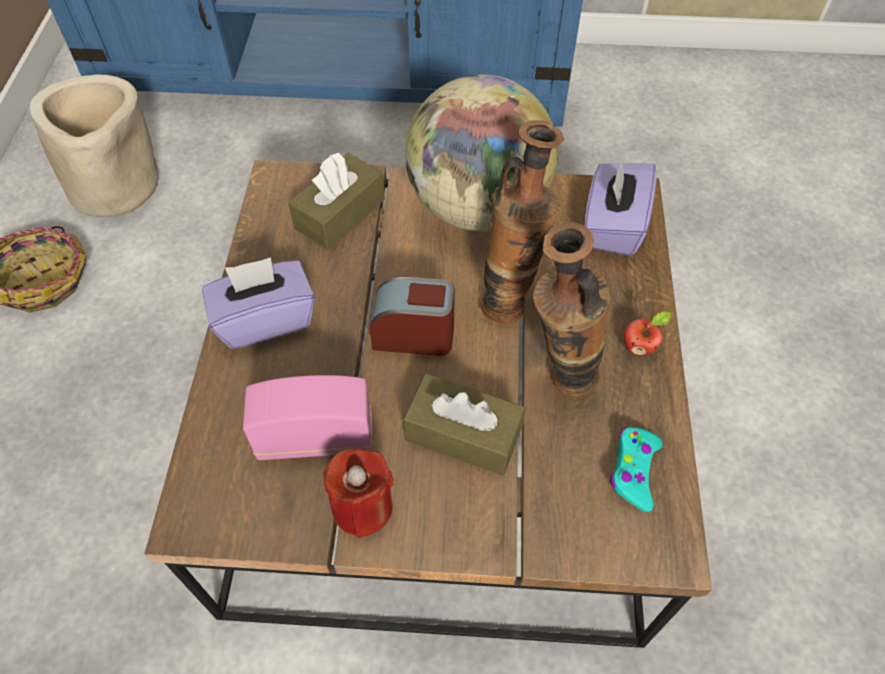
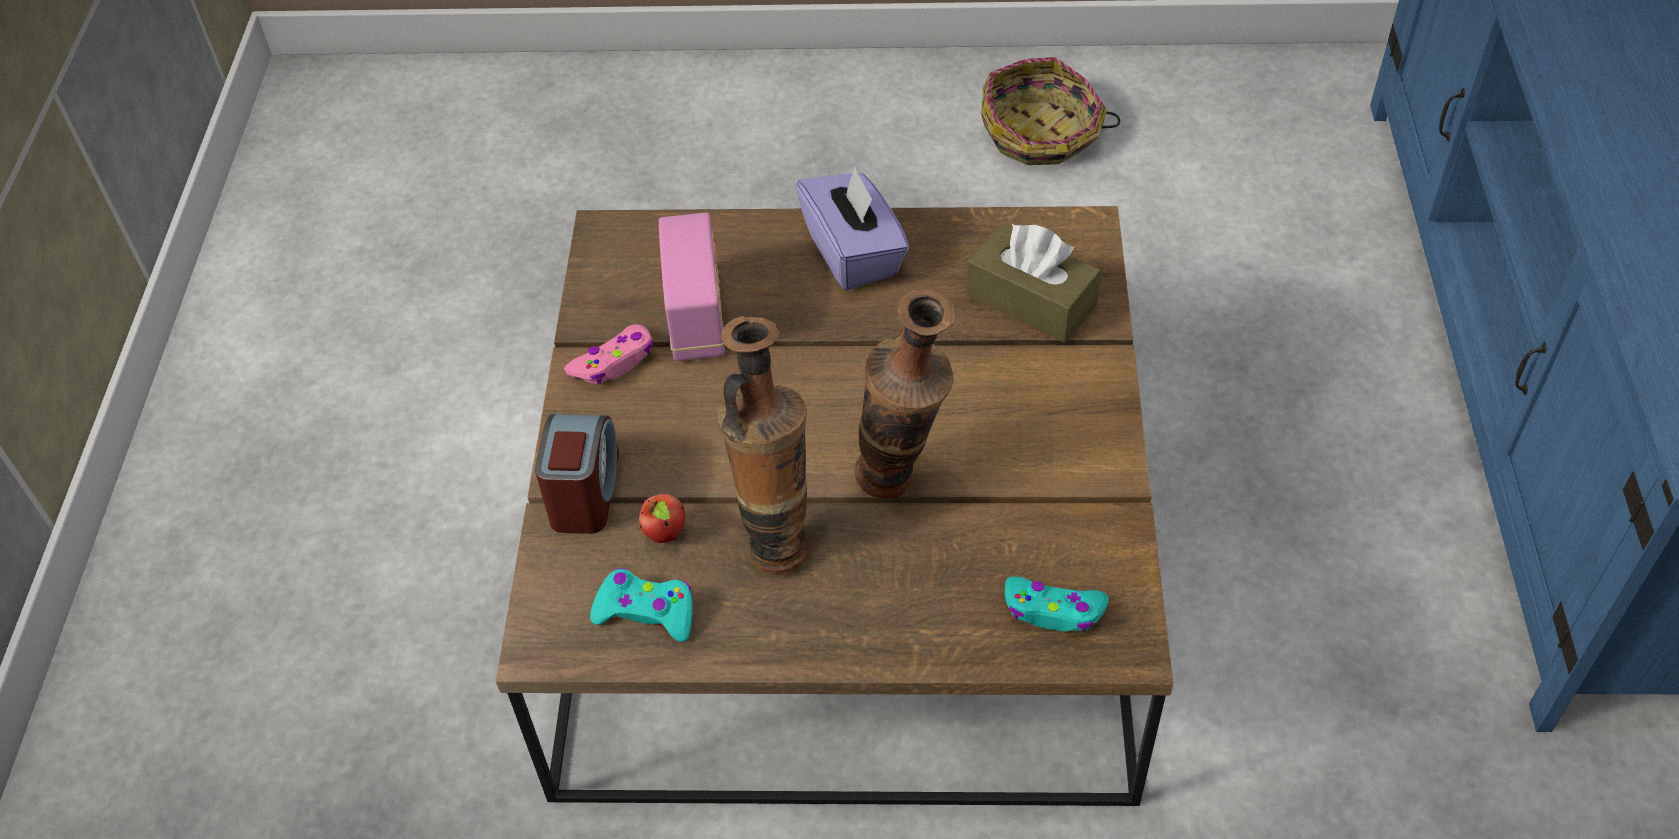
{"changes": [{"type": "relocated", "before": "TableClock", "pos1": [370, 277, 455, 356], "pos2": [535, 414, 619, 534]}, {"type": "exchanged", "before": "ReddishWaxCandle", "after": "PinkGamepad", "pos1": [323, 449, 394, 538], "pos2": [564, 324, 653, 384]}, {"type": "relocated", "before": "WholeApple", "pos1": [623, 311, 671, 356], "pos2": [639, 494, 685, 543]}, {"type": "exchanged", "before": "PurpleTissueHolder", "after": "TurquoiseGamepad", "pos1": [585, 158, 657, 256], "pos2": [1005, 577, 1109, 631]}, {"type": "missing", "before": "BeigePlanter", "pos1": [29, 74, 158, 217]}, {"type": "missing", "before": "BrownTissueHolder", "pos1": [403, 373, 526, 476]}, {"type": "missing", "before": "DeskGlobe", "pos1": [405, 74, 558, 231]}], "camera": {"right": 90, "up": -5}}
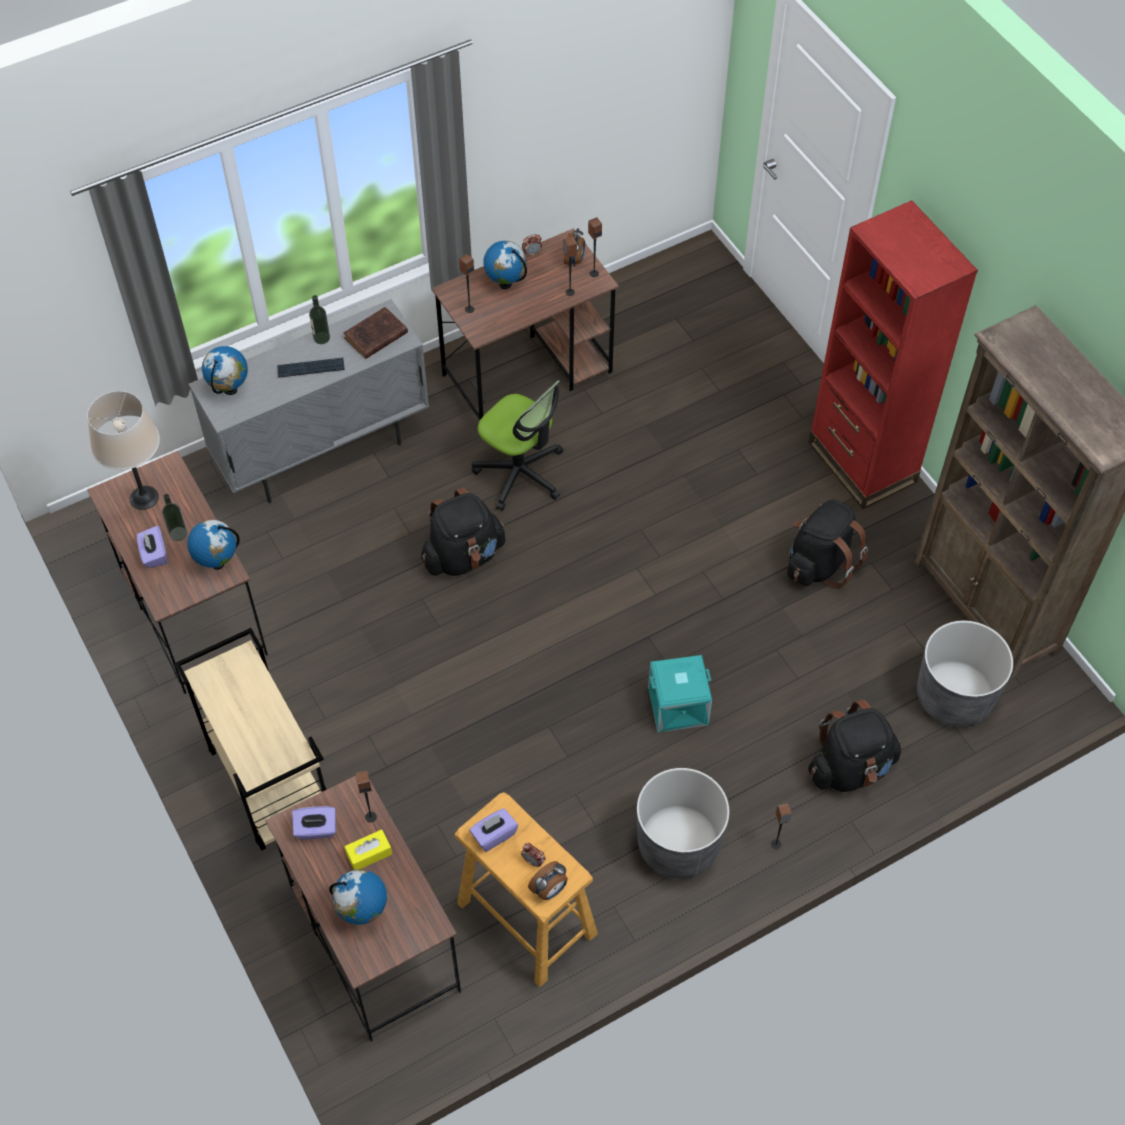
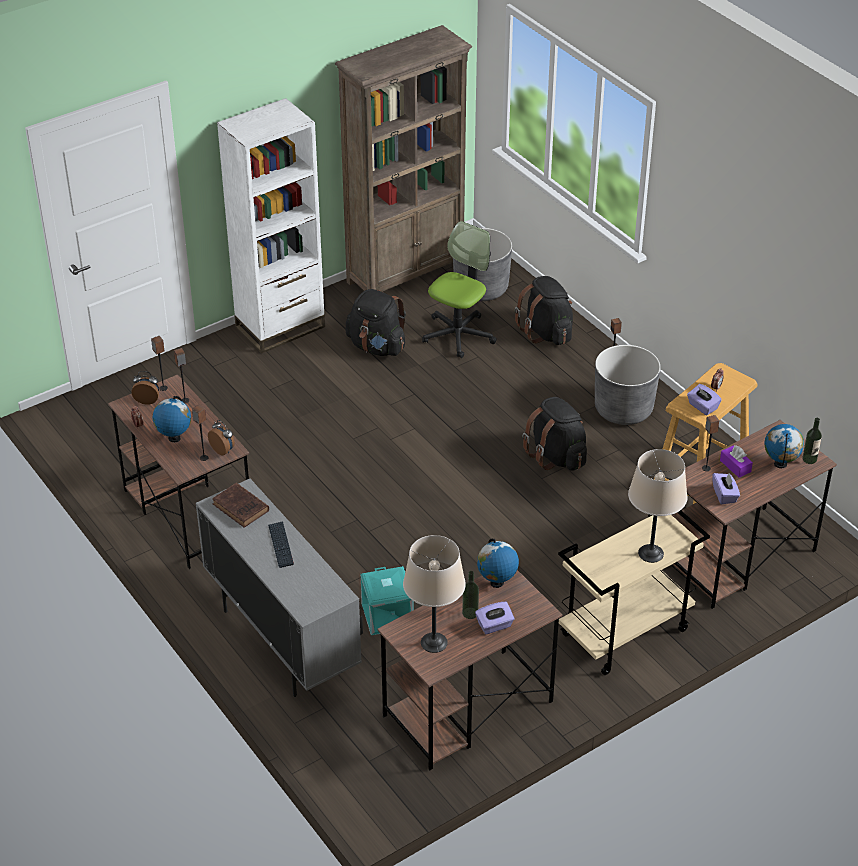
{"changes": [{"type": "relocated", "before": "TableClock", "pos1": [528, 861, 568, 900], "pos2": [208, 420, 235, 455]}, {"type": "colour", "before": "ReddishShelvingUnit", "after": "WhiteColouredShelvingUnit", "pos1": [808, 200, 978, 509], "pos2": [217, 98, 325, 353]}, {"type": "relocated", "before": "TurquoiseStorageContainer", "pos1": [648, 655, 712, 732], "pos2": [361, 566, 414, 635]}, {"type": "relocated", "before": "OfficeChair", "pos1": [472, 380, 563, 511], "pos2": [422, 221, 497, 358]}, {"type": "relocated", "before": "BlackRucksack", "pos1": [421, 488, 506, 576], "pos2": [522, 397, 587, 471]}, {"type": "appeared", "after": "BeigeLampForATable", "pos2": [628, 449, 688, 563]}, {"type": "colour", "before": "YellowishTissueHolder", "after": "PurpleTissueHolder", "pos1": [344, 829, 392, 870], "pos2": [720, 445, 753, 478]}, {"type": "relocated", "before": "DrinkBottle", "pos1": [309, 295, 330, 344], "pos2": [802, 418, 822, 464]}, {"type": "missing", "before": "DeskGlobe", "pos1": [202, 346, 248, 395]}], "camera": {"right": -95, "up": -15}}
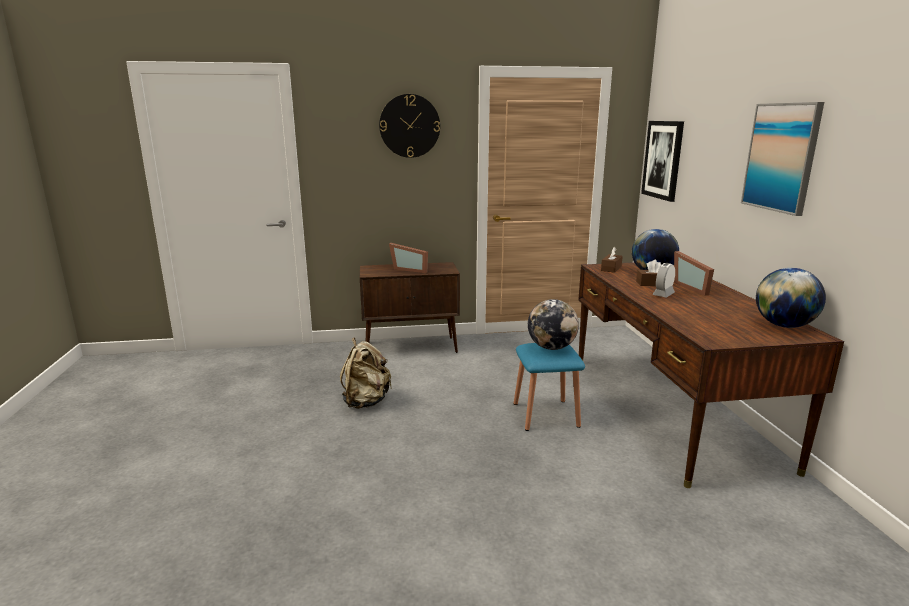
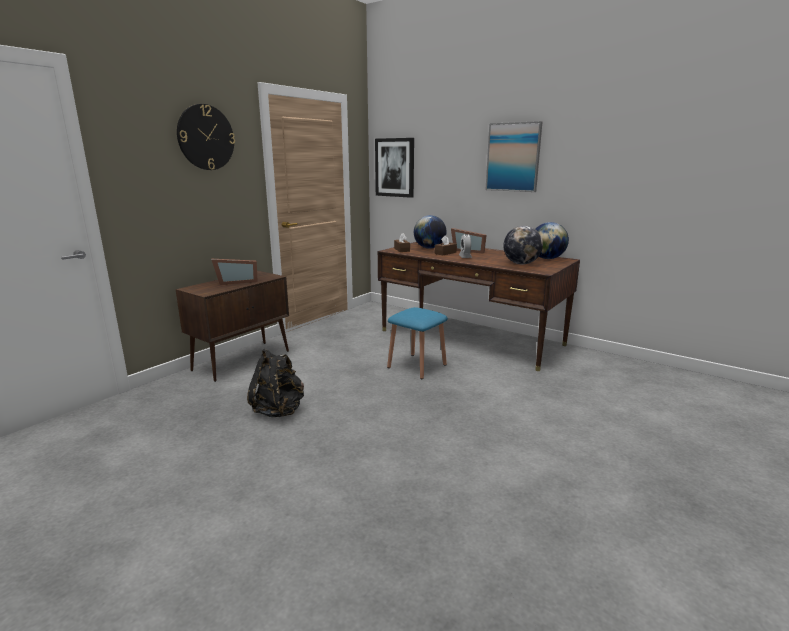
{"changes": [{"type": "colour", "before": "BeigeRucksack", "after": "BlackRucksack", "pos1": [340, 338, 392, 409], "pos2": [247, 349, 304, 417]}, {"type": "relocated", "before": "DeskGlobe", "pos1": [528, 299, 579, 350], "pos2": [503, 226, 543, 264]}], "camera": {"right": -45, "up": 0}}
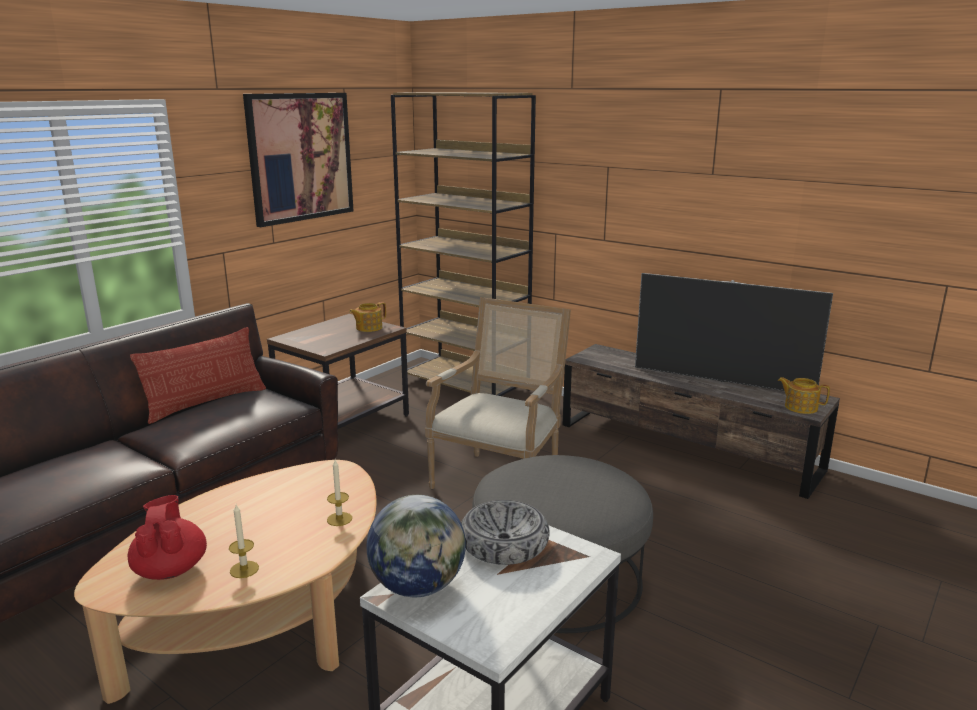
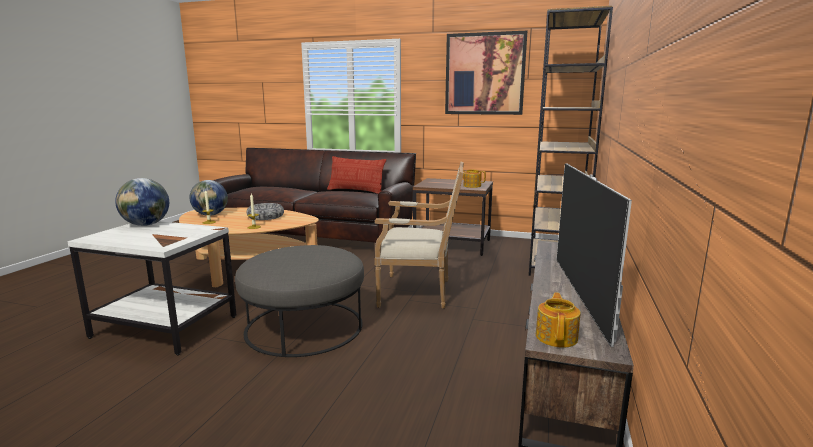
{"changes": [{"type": "exchanged", "before": "ReddishTeaPot", "after": "DeskGlobe", "pos1": [128, 495, 207, 580], "pos2": [190, 180, 228, 216]}, {"type": "relocated", "before": "ServingBowl", "pos1": [461, 500, 550, 565], "pos2": [247, 203, 284, 220]}], "camera": {"right": 70, "up": -5}}
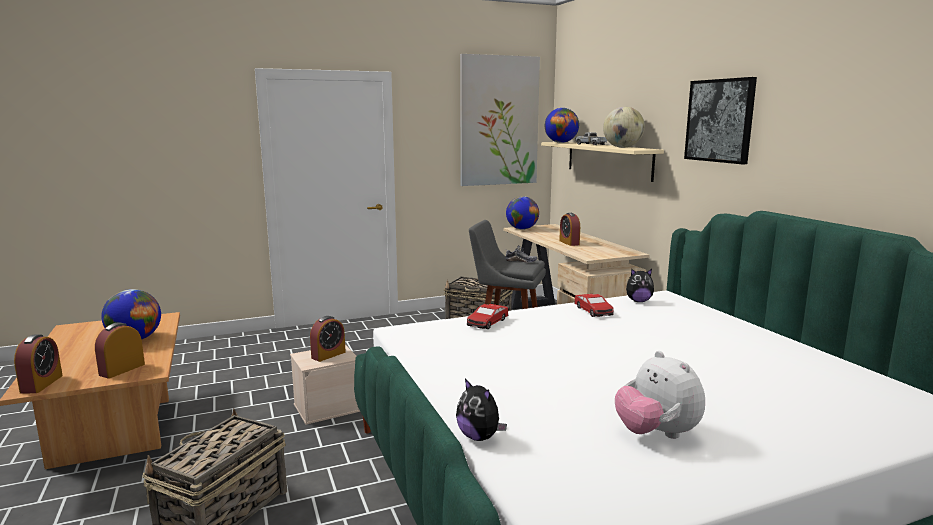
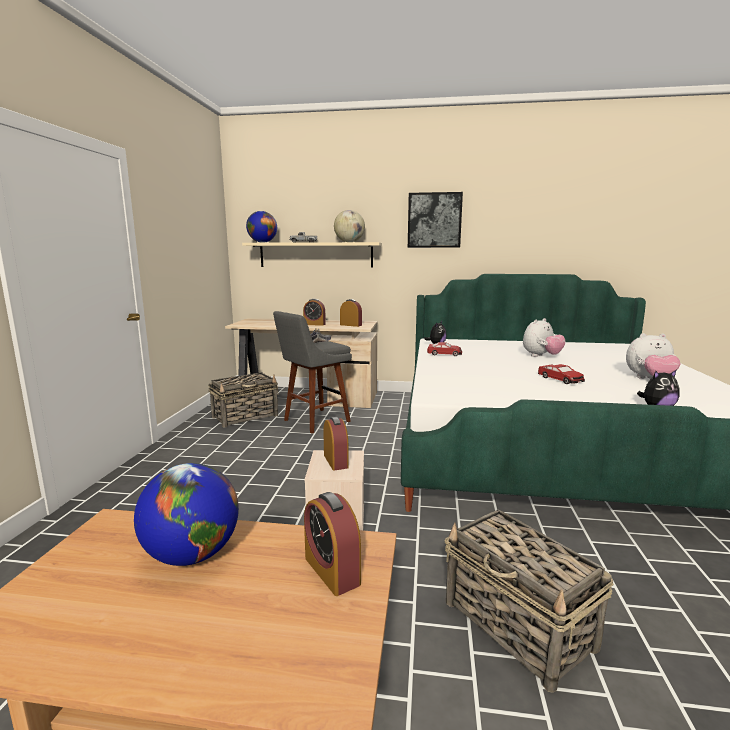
{"changes": [{"type": "relocated", "before": "TableClock", "pos1": [14, 335, 63, 394], "pos2": [340, 299, 362, 327]}, {"type": "appeared", "after": "PlushToy", "pos2": [523, 318, 566, 357]}, {"type": "relocated", "before": "MiniatureCar", "pos1": [467, 304, 508, 329], "pos2": [538, 364, 585, 384]}, {"type": "missing", "before": "WallArt", "pos1": [460, 54, 540, 186]}, {"type": "missing", "before": "DeskGlobe", "pos1": [506, 196, 539, 230]}], "camera": {"right": -60, "up": 0}}
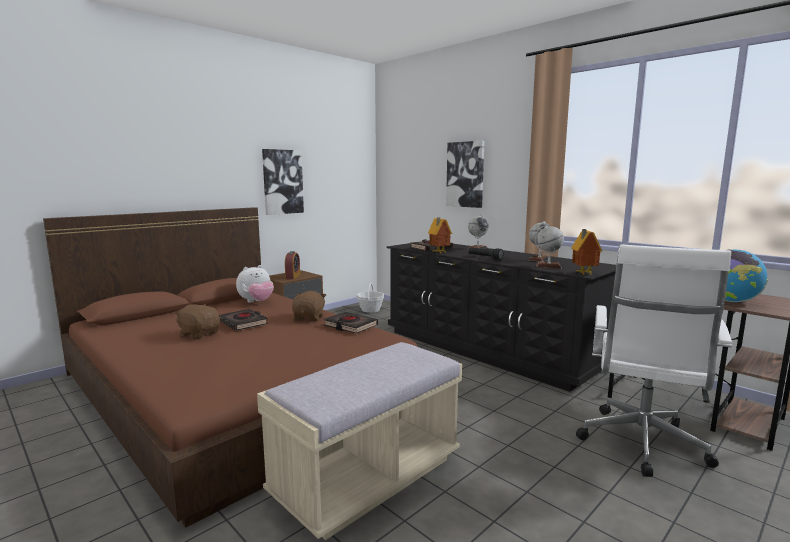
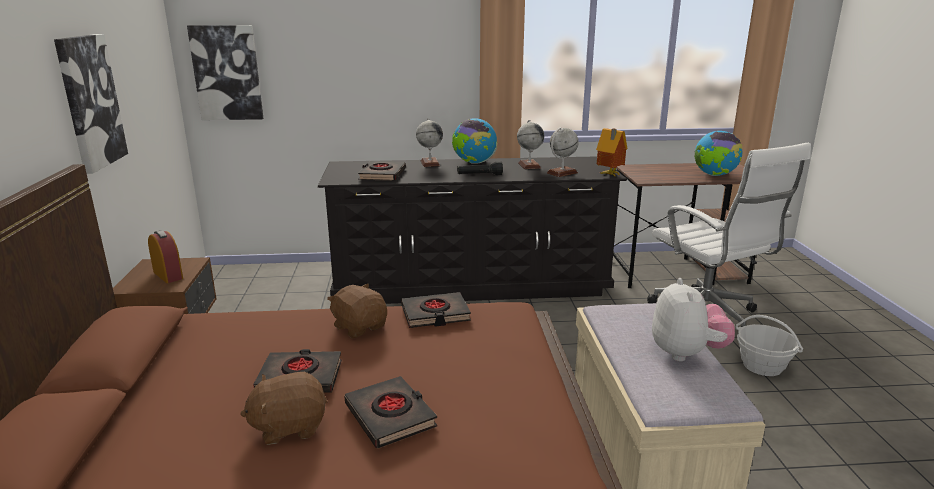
{"changes": [{"type": "relocated", "before": "WallArt", "pos1": [446, 141, 485, 208], "pos2": [187, 25, 263, 120]}, {"type": "appeared", "after": "BlackVolume", "pos2": [344, 376, 437, 449]}, {"type": "appeared", "after": "DeskGlobe", "pos2": [452, 118, 497, 164]}, {"type": "relocated", "before": "PlushToy", "pos1": [236, 265, 274, 303], "pos2": [652, 278, 735, 362]}, {"type": "relocated", "before": "HouseholdBasket", "pos1": [357, 283, 384, 313], "pos2": [736, 315, 803, 376]}, {"type": "missing", "before": "ModelHouse", "pos1": [428, 217, 452, 253]}], "camera": {"right": -50, "up": 10}}
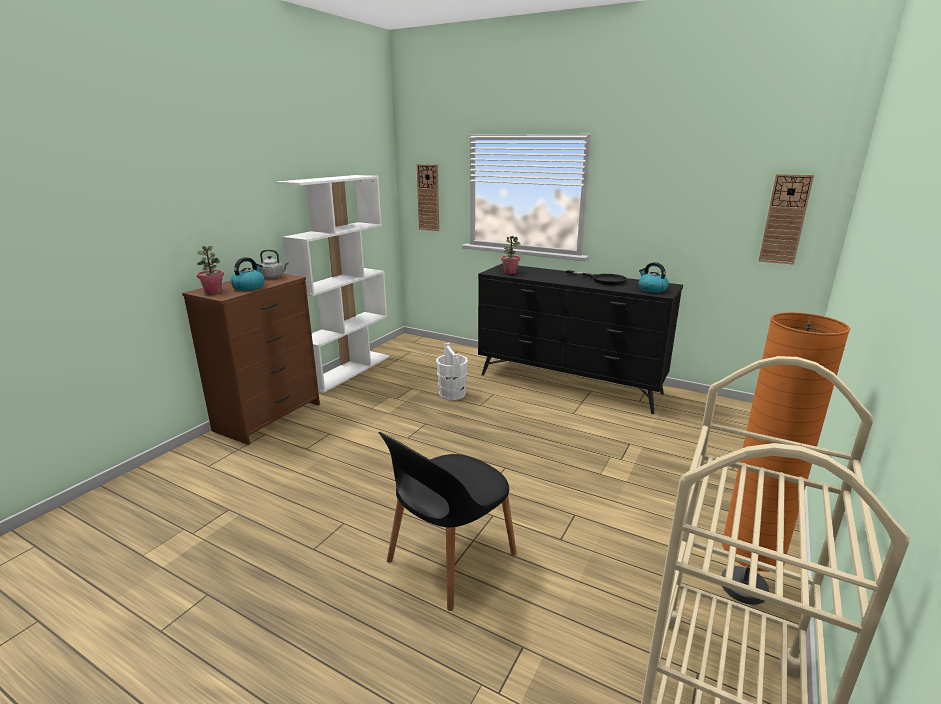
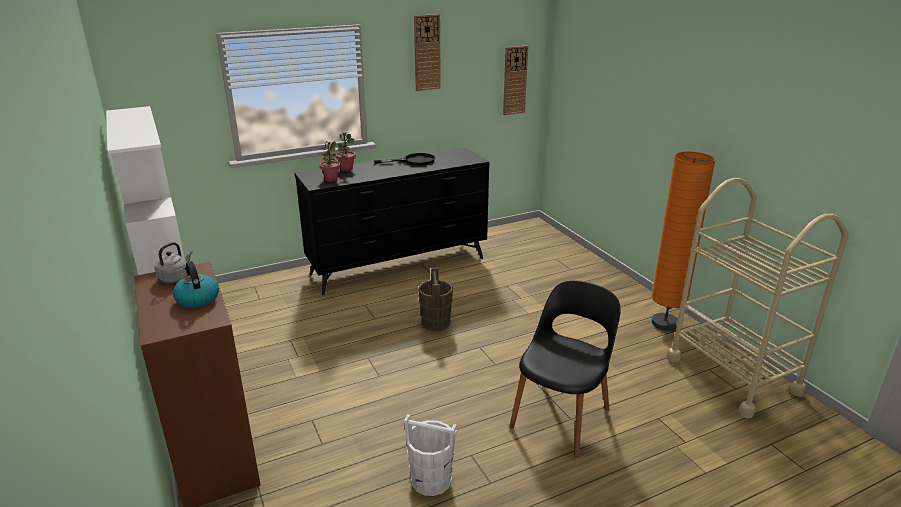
{"changes": [{"type": "relocated", "before": "Houseplant", "pos1": [196, 246, 224, 294], "pos2": [336, 132, 356, 171]}, {"type": "relocated", "before": "WhiteColouredPail", "pos1": [436, 343, 468, 400], "pos2": [404, 414, 457, 496]}, {"type": "relocated", "before": "HangingClock", "pos1": [417, 164, 439, 231], "pos2": [414, 14, 441, 91]}, {"type": "appeared", "after": "BrownPail", "pos2": [418, 268, 453, 331]}, {"type": "spun", "before": "BlackChair", "pos1": [378, 432, 517, 611], "pos2": [509, 280, 621, 457], "turn": -135}, {"type": "missing", "before": "Kettle", "pos1": [638, 262, 669, 293]}], "camera": {"right": -55, "up": 5}}
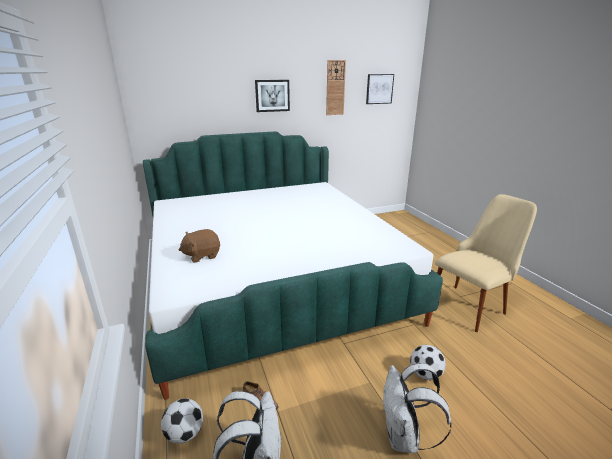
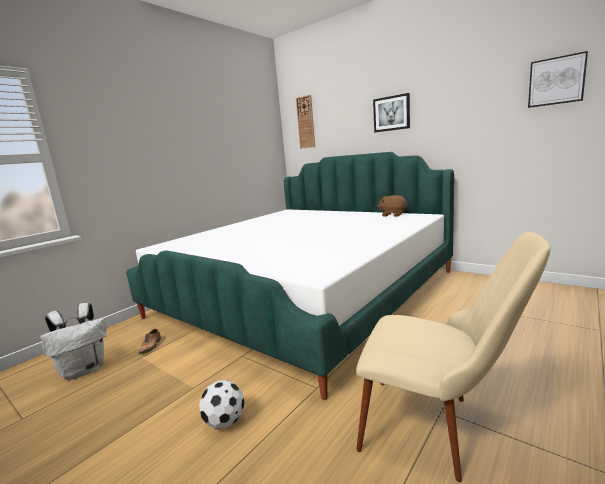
{"changes": [{"type": "relocated", "before": "HangingClock", "pos1": [326, 60, 346, 115], "pos2": [296, 95, 315, 149]}, {"type": "relocated", "before": "BrownPlushToy", "pos1": [179, 229, 220, 263], "pos2": [377, 195, 407, 217]}, {"type": "missing", "before": "Football", "pos1": [161, 398, 203, 444]}, {"type": "missing", "before": "WhiteColouredRucksack", "pos1": [383, 363, 452, 453]}], "camera": {"right": 60, "up": -10}}
